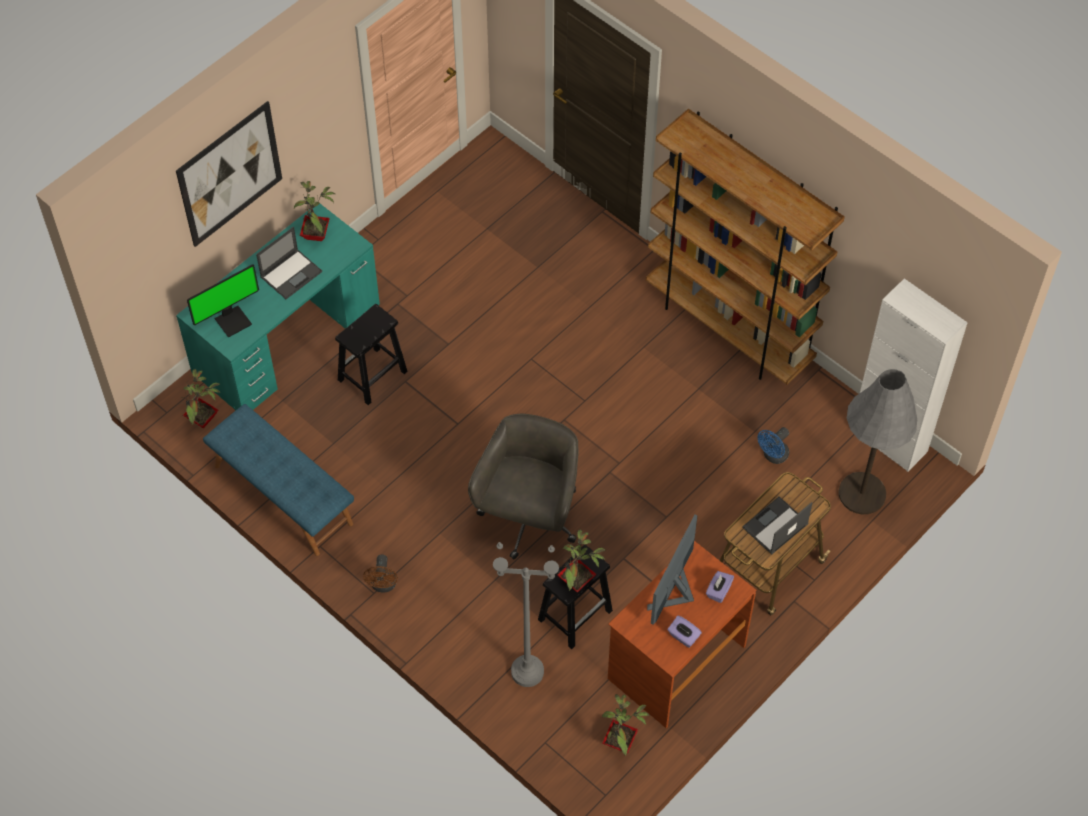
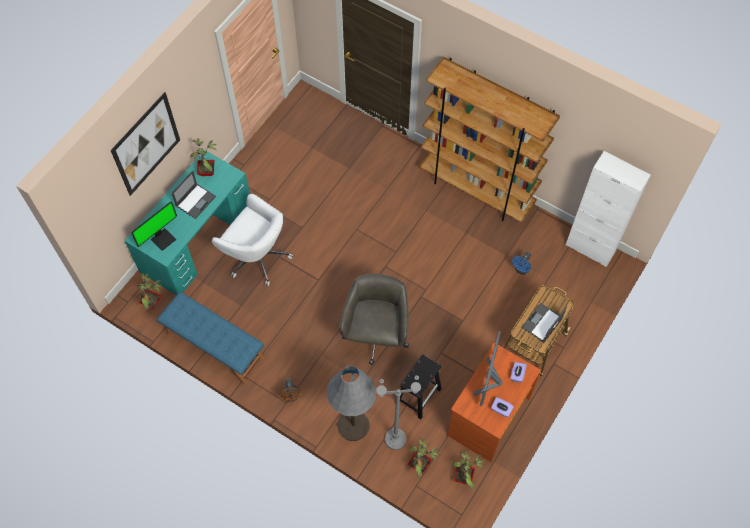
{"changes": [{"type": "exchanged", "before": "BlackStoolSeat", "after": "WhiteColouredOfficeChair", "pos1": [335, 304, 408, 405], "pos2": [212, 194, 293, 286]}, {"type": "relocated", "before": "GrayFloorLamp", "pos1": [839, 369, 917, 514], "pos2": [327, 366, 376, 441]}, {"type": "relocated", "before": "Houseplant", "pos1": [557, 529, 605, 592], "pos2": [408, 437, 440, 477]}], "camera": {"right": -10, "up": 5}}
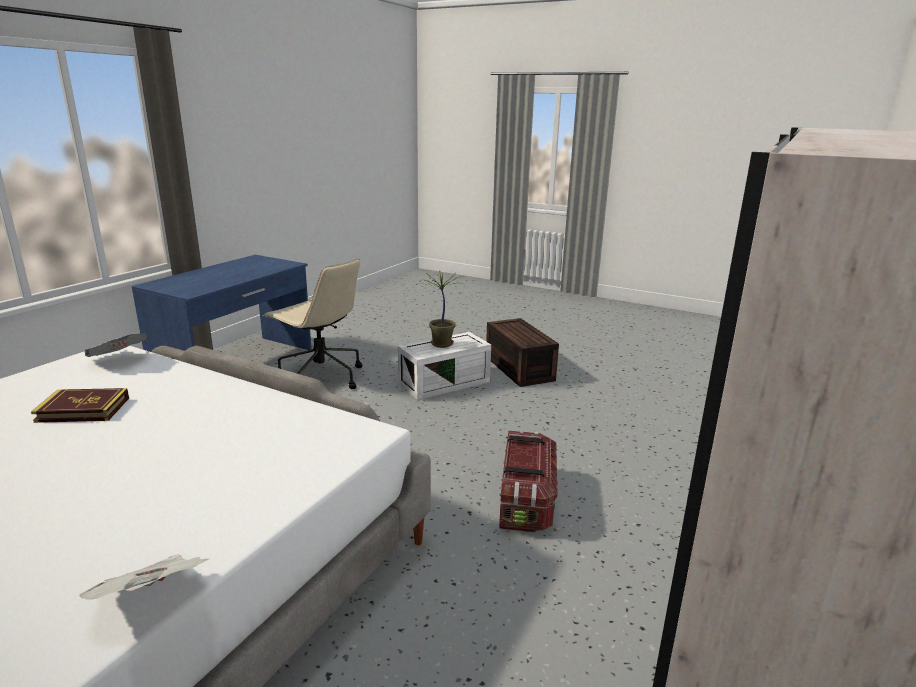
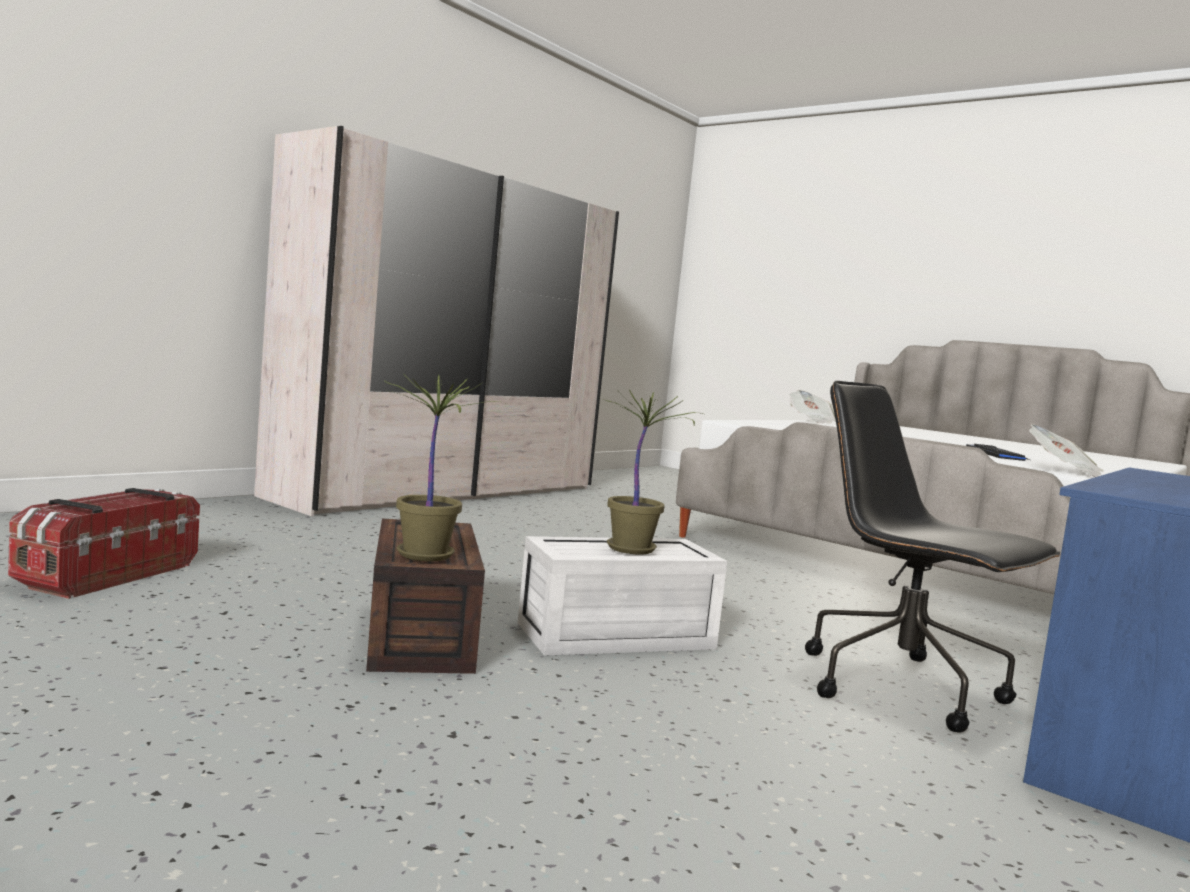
{"changes": [{"type": "relocated", "before": "StorageContainer", "pos1": [499, 430, 557, 532], "pos2": [8, 488, 200, 599]}, {"type": "appeared", "after": "Houseplant", "pos2": [385, 373, 507, 561]}, {"type": "colour", "before": "BeigeOfficeChair", "after": "BlackOfficeChair", "pos1": [263, 258, 362, 389], "pos2": [805, 381, 1060, 733]}, {"type": "exchanged", "before": "Volume", "after": "Keyboard", "pos1": [31, 388, 129, 423], "pos2": [966, 444, 1030, 461]}], "camera": {"right": -170, "up": -15}}
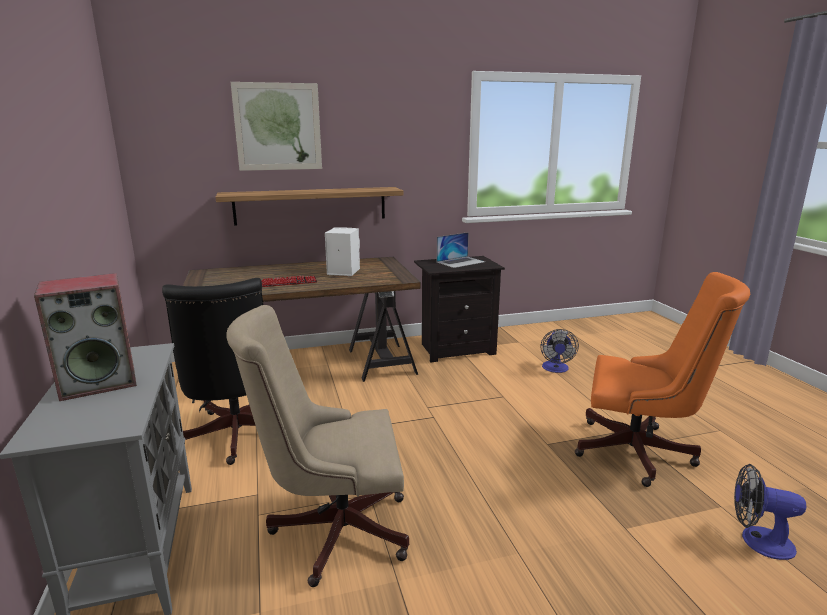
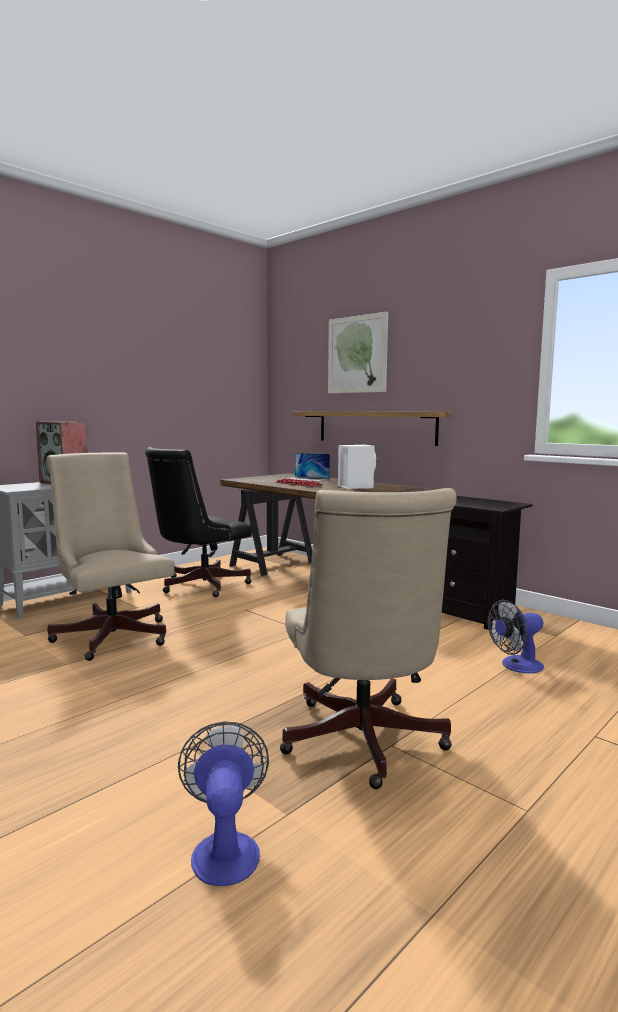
{"changes": [{"type": "colour", "before": "OrangeOfficeChair", "after": "BeigeOfficeChair", "pos1": [575, 272, 750, 487], "pos2": [280, 488, 457, 789]}, {"type": "relocated", "before": "PortableComputer", "pos1": [437, 232, 485, 268], "pos2": [287, 453, 330, 481]}], "camera": {"right": 60, "up": -10}}
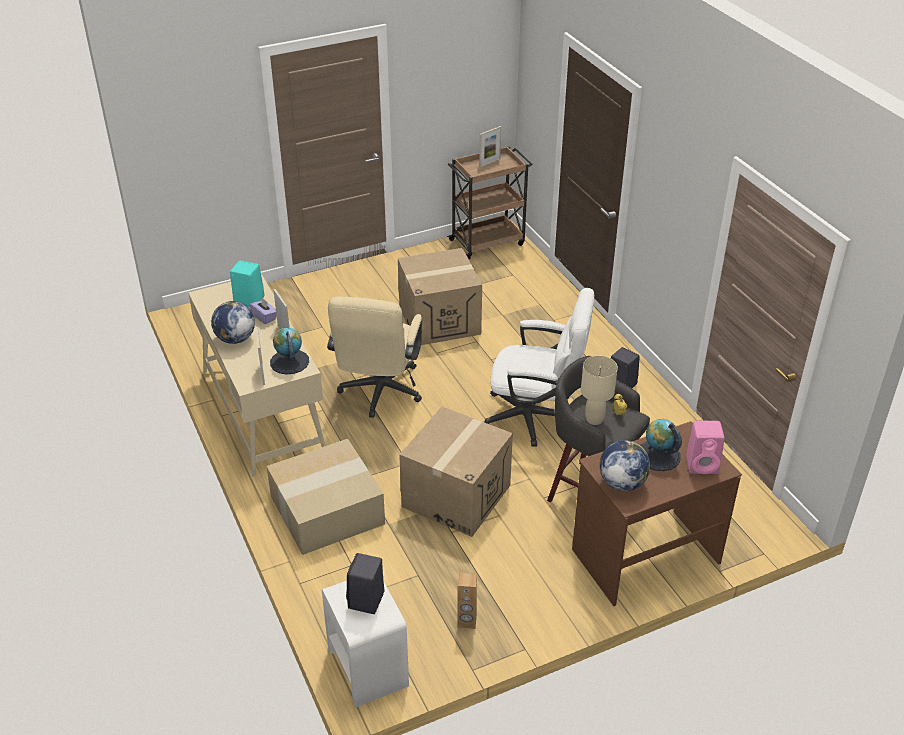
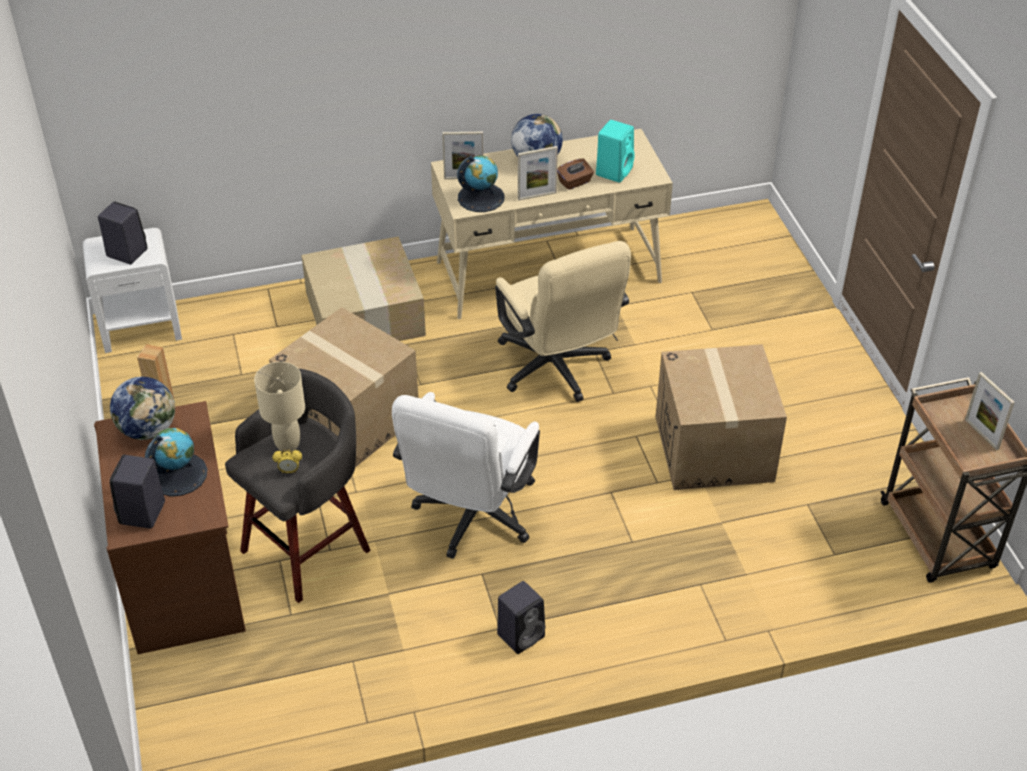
{"changes": [{"type": "colour", "before": "PinkAudioSpeaker", "after": "BlackAudioSpeaker", "pos1": [686, 421, 725, 474], "pos2": [110, 455, 165, 529]}, {"type": "spun", "before": "BeigeOfficeChair", "pos1": [327, 297, 422, 418], "pos2": [495, 241, 631, 402], "turn": -135}, {"type": "colour", "before": "PurpleTissueHolder", "after": "BrownTissueHolder", "pos1": [249, 298, 276, 324], "pos2": [557, 159, 594, 190]}], "camera": {"right": 100, "up": 5}}
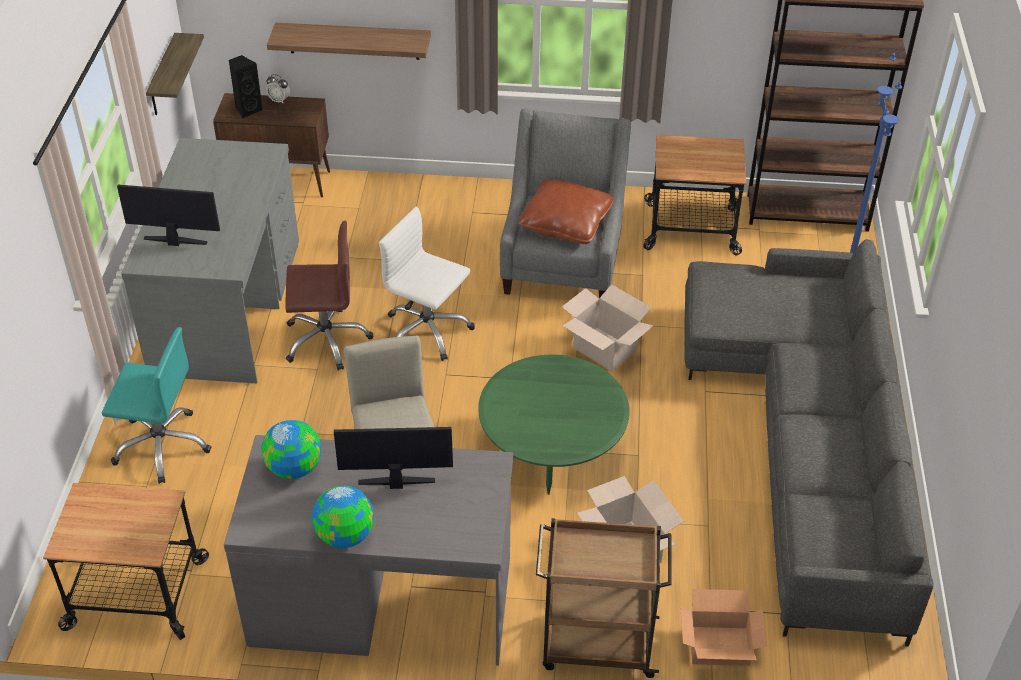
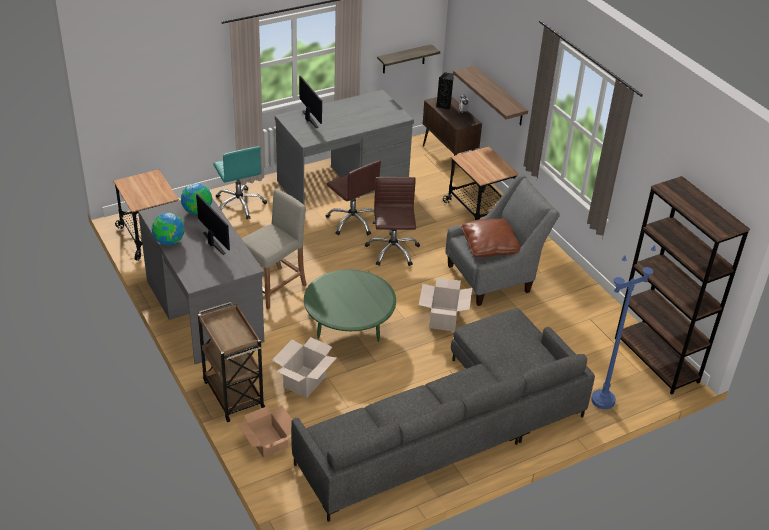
{"changes": [{"type": "colour", "before": "WhiteColouredOfficeChair", "after": "BrownOfficeChair", "pos1": [379, 207, 475, 361], "pos2": [365, 177, 420, 266]}, {"type": "relocated", "before": "Trolley", "pos1": [643, 135, 746, 255], "pos2": [443, 146, 518, 220]}], "camera": {"right": 55, "up": -5}}
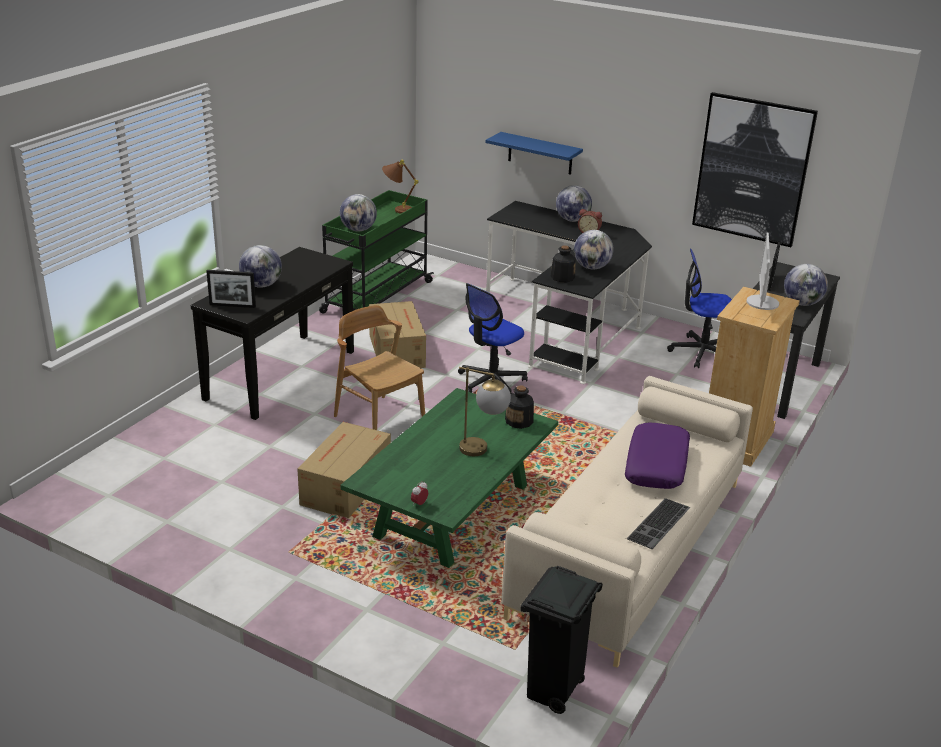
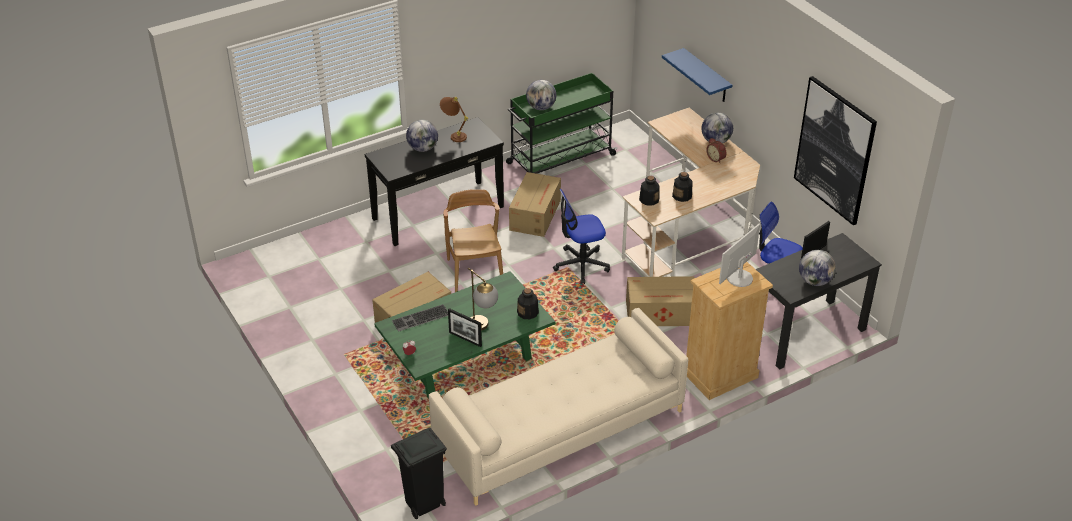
{"changes": [{"type": "relocated", "before": "Keyboard", "pos1": [626, 498, 690, 549], "pos2": [392, 304, 448, 332]}, {"type": "relocated", "before": "BrownLampForATable", "pos1": [382, 159, 419, 214], "pos2": [440, 97, 468, 142]}, {"type": "relocated", "before": "PictureFrame", "pos1": [206, 270, 256, 308], "pos2": [448, 308, 482, 347]}, {"type": "colour", "before": "BlackDeskTable", "after": "BeigeDeskTable", "pos1": [486, 201, 652, 384], "pos2": [621, 108, 760, 277]}, {"type": "appeared", "after": "PackingBox", "pos2": [626, 276, 694, 326]}, {"type": "exchanged", "before": "DeskGlobe", "after": "DrinkBottle", "pos1": [574, 230, 614, 270], "pos2": [672, 172, 693, 202]}, {"type": "missing", "before": "PurpleCushion", "pos1": [625, 422, 690, 489]}], "camera": {"right": 30, "up": 10}}
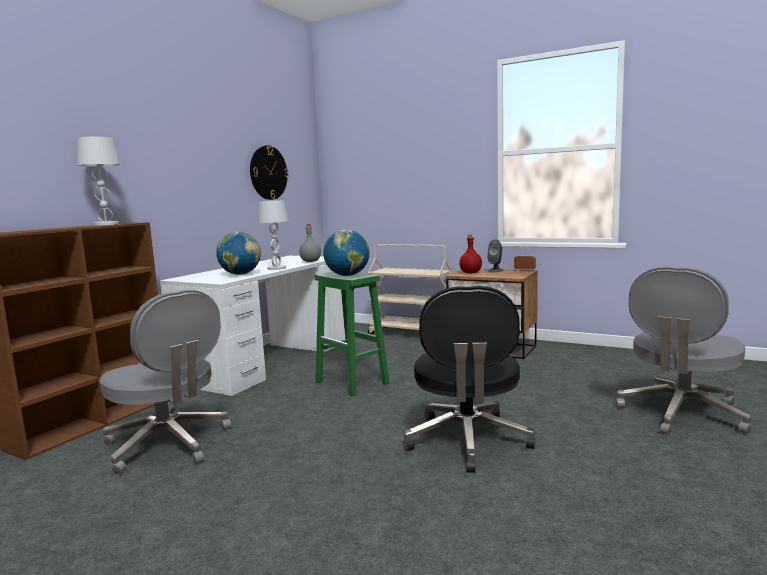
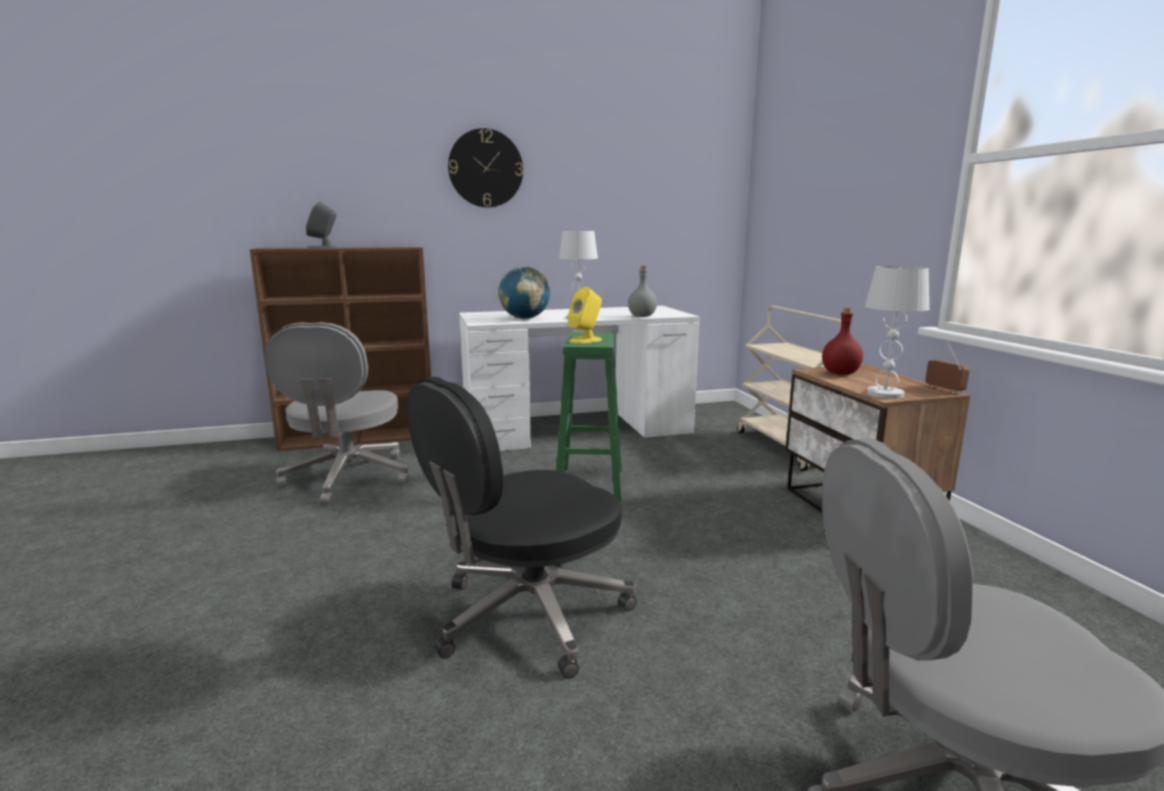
{"changes": [{"type": "relocated", "before": "GrayAudioSpeaker", "pos1": [487, 239, 503, 272], "pos2": [306, 202, 338, 248]}, {"type": "relocated", "before": "HangingClock", "pos1": [250, 145, 289, 200], "pos2": [448, 128, 523, 208]}, {"type": "exchanged", "before": "DeskGlobe", "after": "YellowishAudioSpeaker", "pos1": [323, 230, 370, 276], "pos2": [568, 287, 602, 344]}, {"type": "relocated", "before": "WhiteColouredLampForATable", "pos1": [77, 137, 120, 226], "pos2": [865, 266, 929, 399]}], "camera": {"right": 45, "up": 5}}
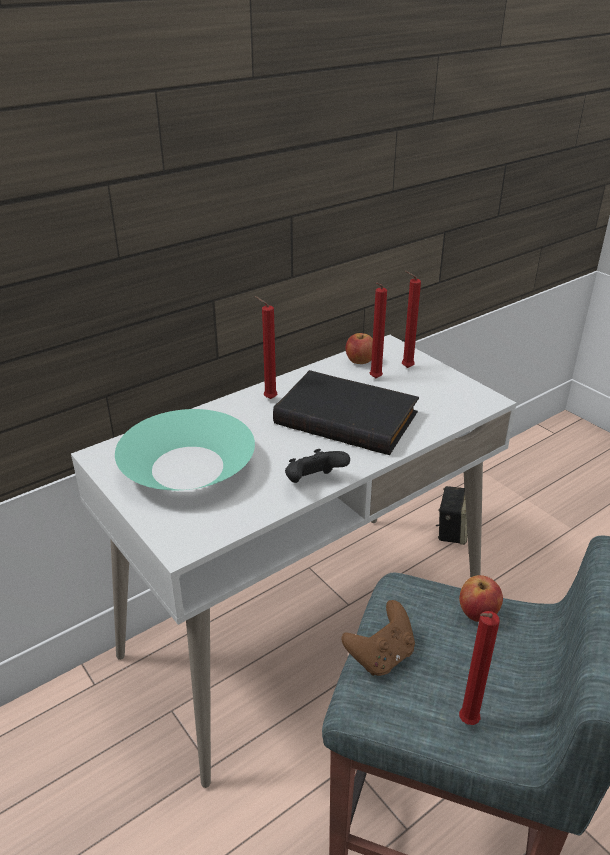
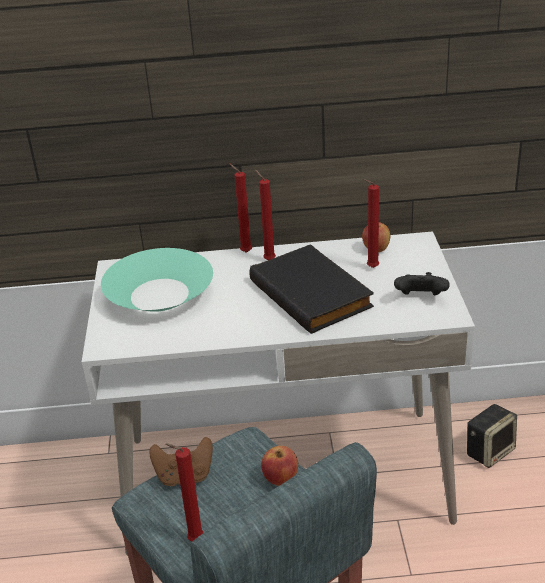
{"changes": [{"type": "relocated", "before": "ReddishWaxCandle", "pos1": [402, 271, 421, 368], "pos2": [229, 163, 252, 253]}, {"type": "relocated", "before": "BlackGamepad", "pos1": [285, 449, 350, 483], "pos2": [394, 272, 450, 295]}], "camera": {"right": 35, "up": 0}}
